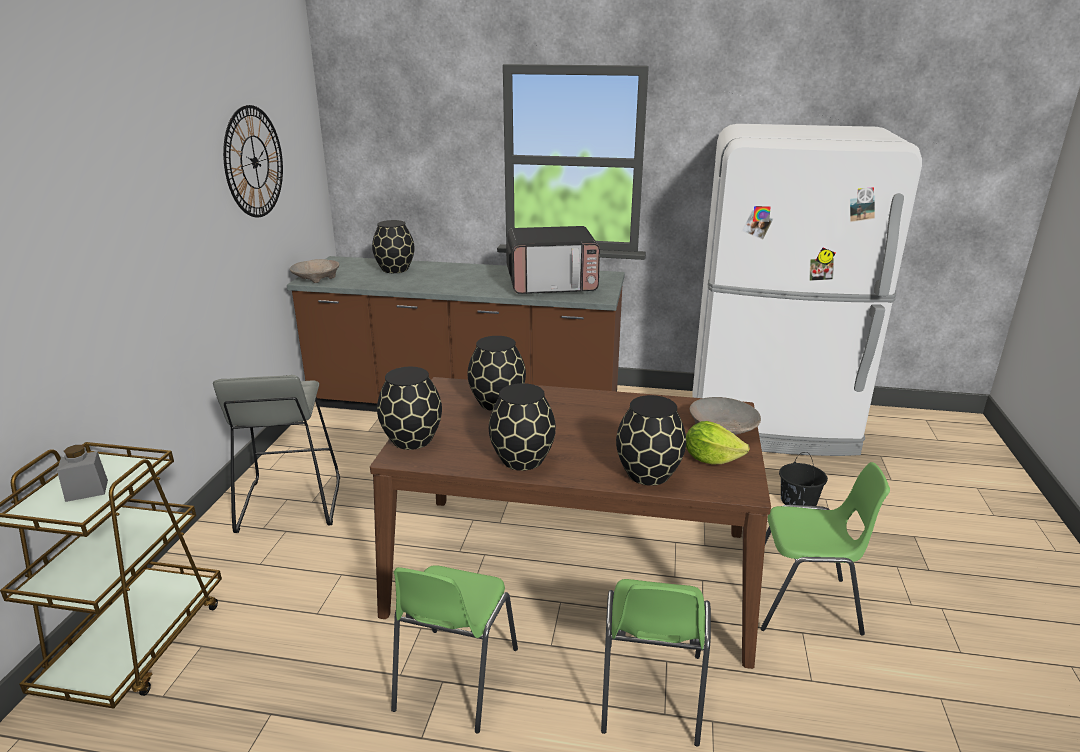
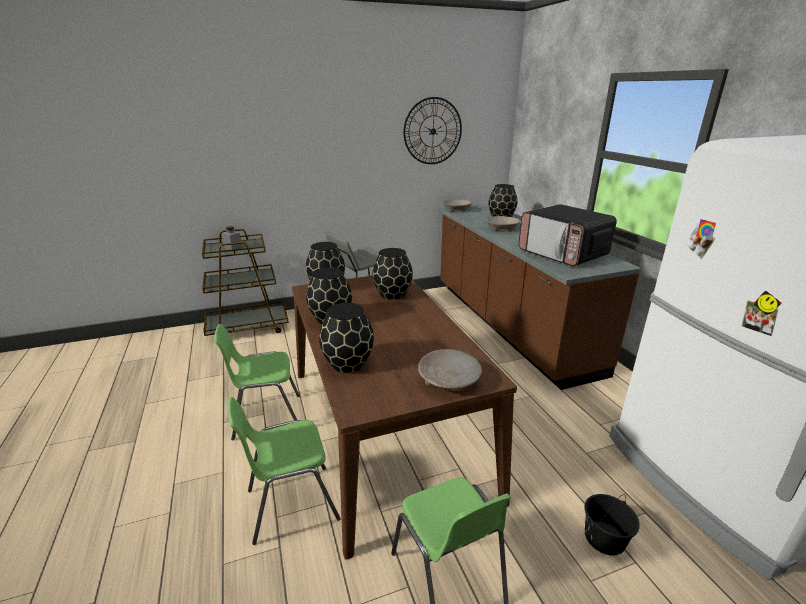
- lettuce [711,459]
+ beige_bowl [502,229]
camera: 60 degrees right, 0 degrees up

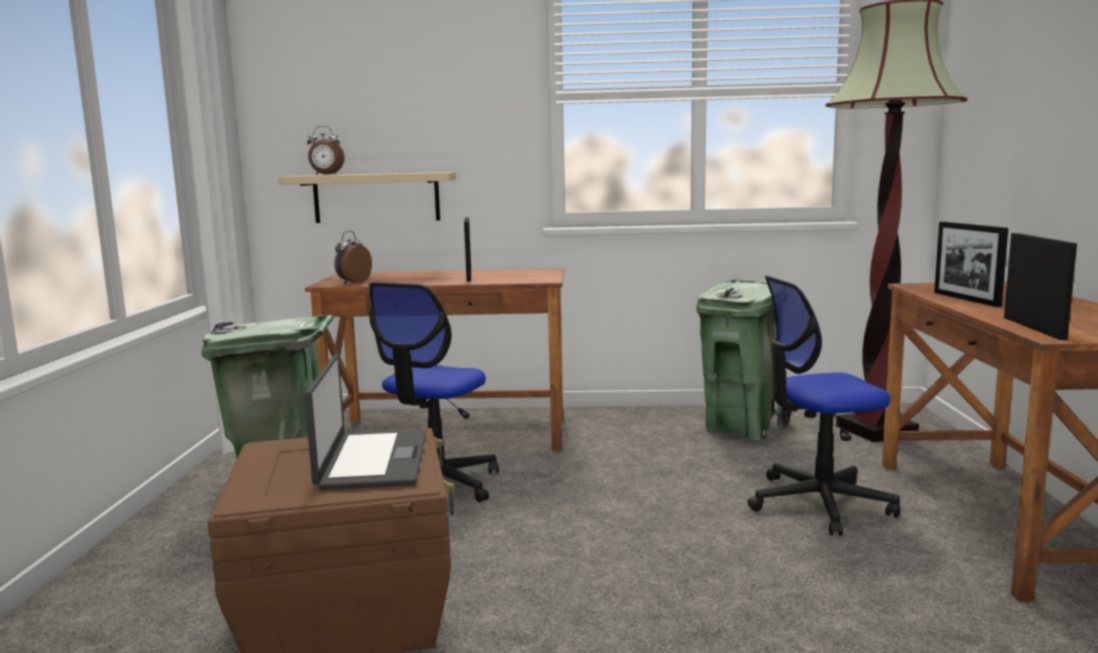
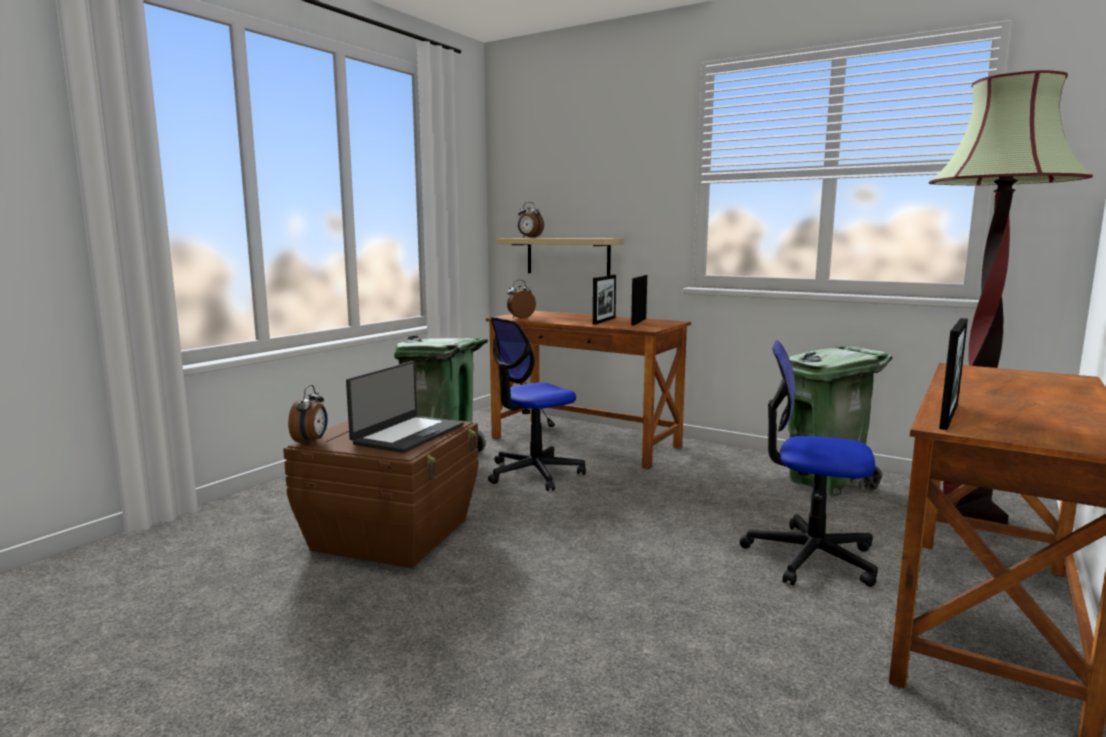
~ picture_frame [966,299] to [638,321]
+ alarm_clock [311,441]
camera: 30 degrees right, 0 degrees up

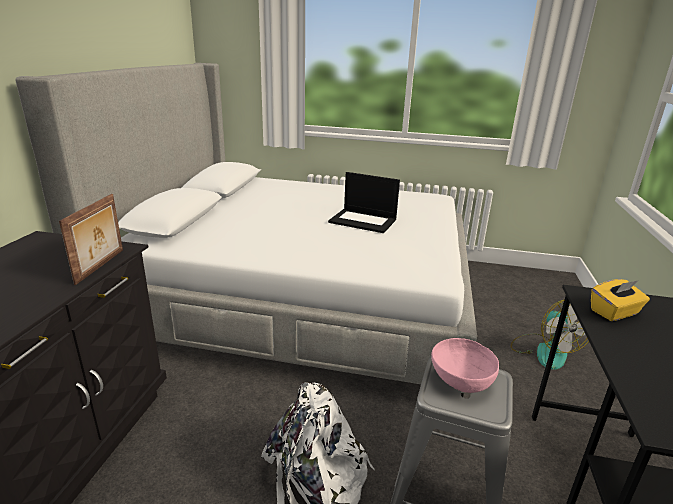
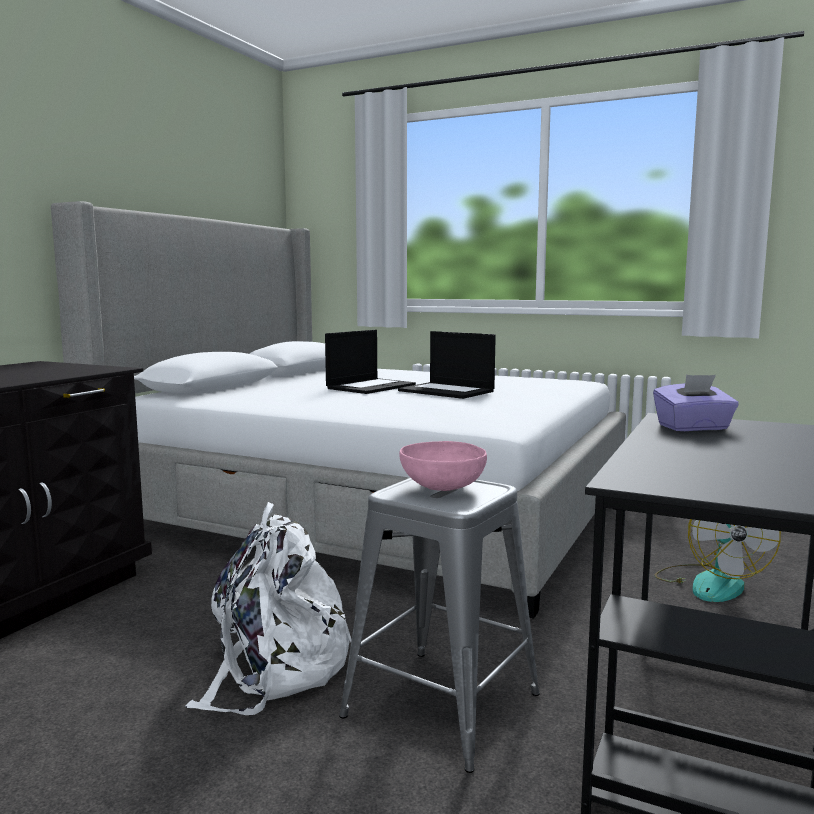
- picture_frame [101,266]
~ yellow_tissue_box [614,312] to purple_tissue_box [693,427]
+ laptop [371,386]
camera: 15 degrees right, 15 degrees down

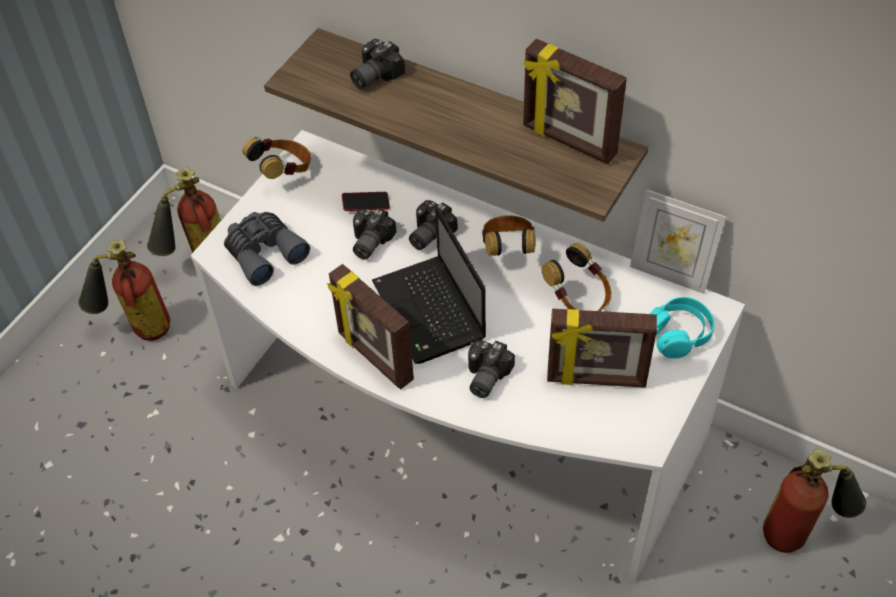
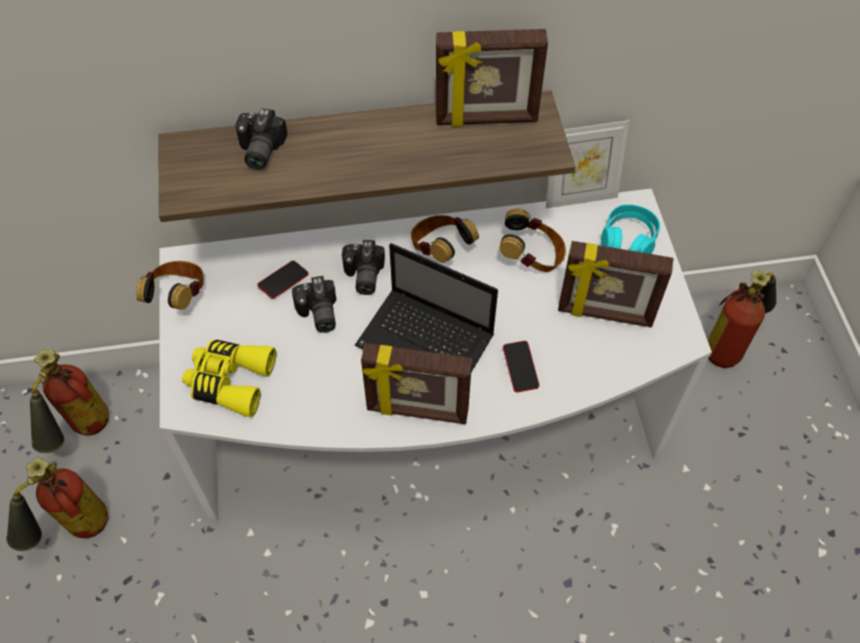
~ grey_binoculars [264,252] to yellow_binoculars [230,381]
~ picture_frame [596,379] = [605,314] 45 degrees clockwise
~ photo_camera [484,376] to phone [520,368]
camera: 40 degrees left, 5 degrees up

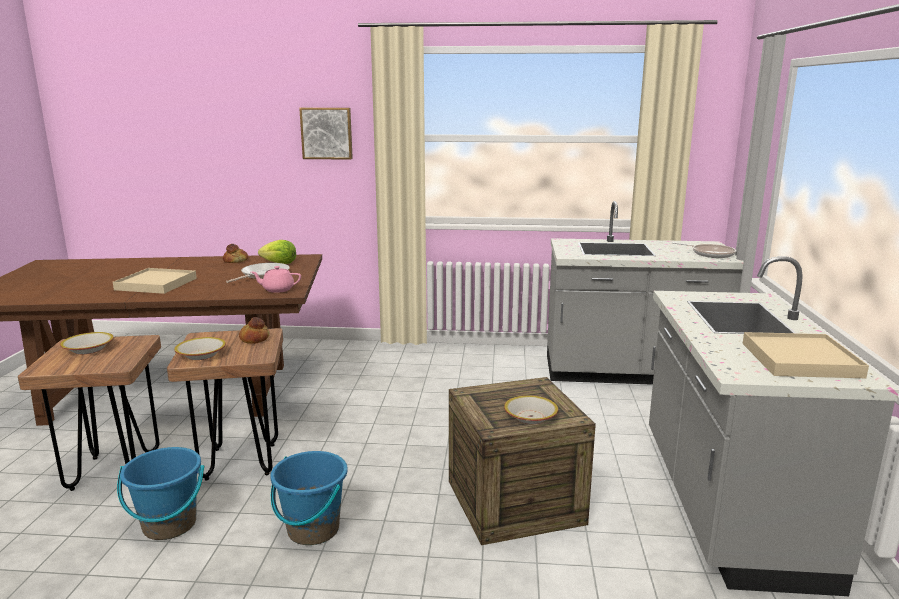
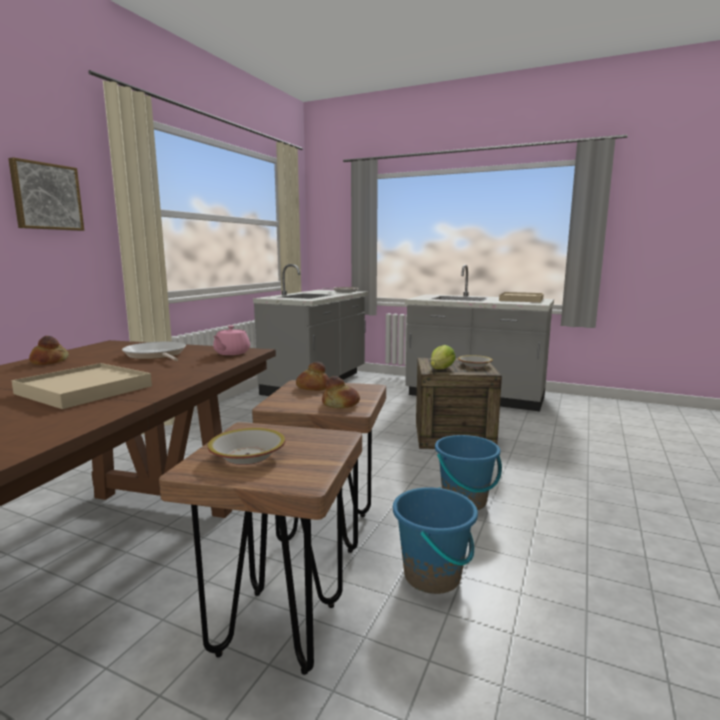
~ lettuce [279,263] to [441,369]
~ bowl [201,355] to bread [340,405]
camera: 70 degrees left, 5 degrees down

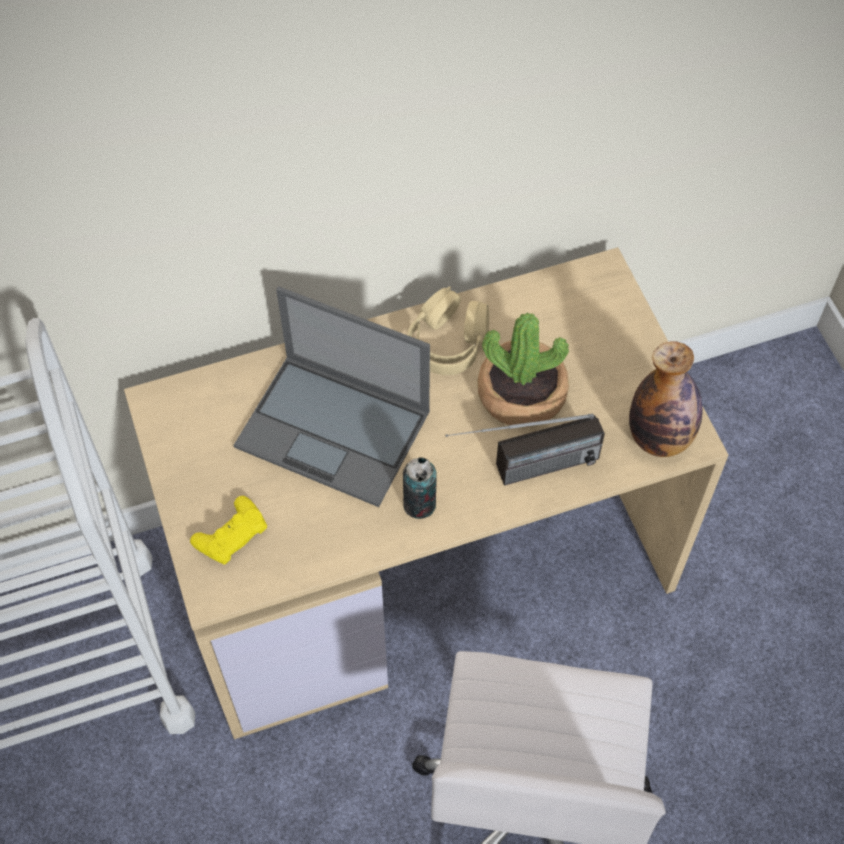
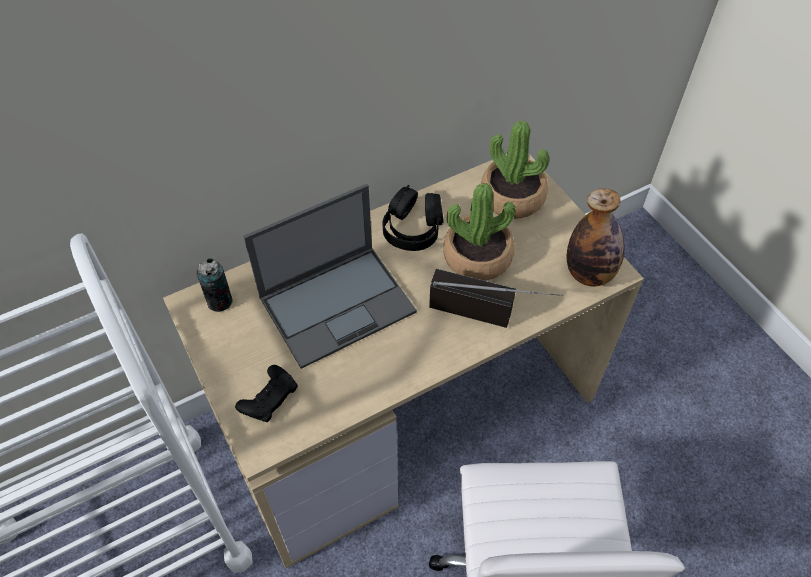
~ laptop [335,429] = [338,304] 45 degrees counterclockwise
~ beige_headphones [448,343] to black_headphones [413,229]
~ radio [522,472] = [492,313] 135 degrees counterclockwise
~ can [419,504] to [220,301]
~ yellow_game_controller [231,534] to black_game_controller [268,397]
+ potted_plant [512,197]
camera: 10 degrees left, 5 degrees down

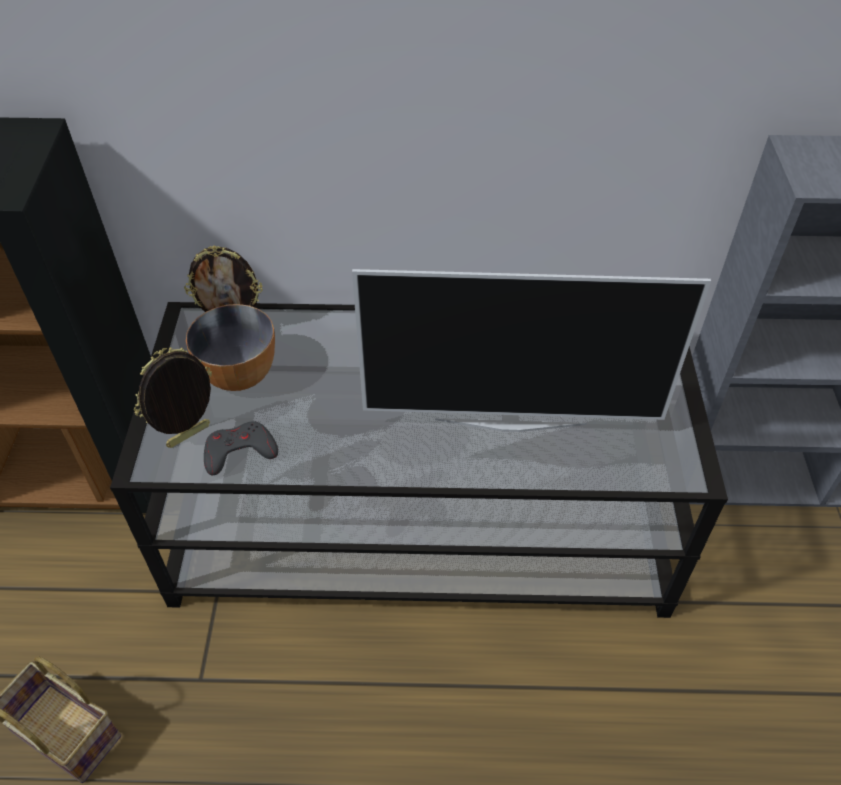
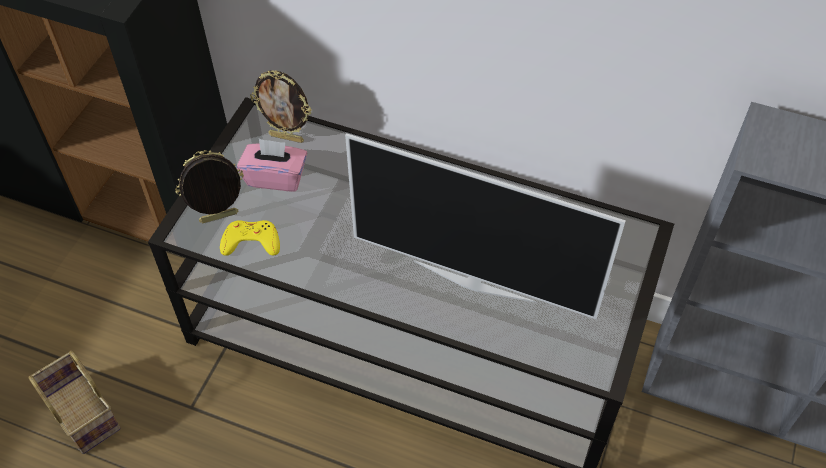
~ bowl [239,375] to pink_tissue_box [275,177]
~ grey_game_controller [239,452] to yellow_game_controller [251,242]
camera: 20 degrees right, 5 degrees up

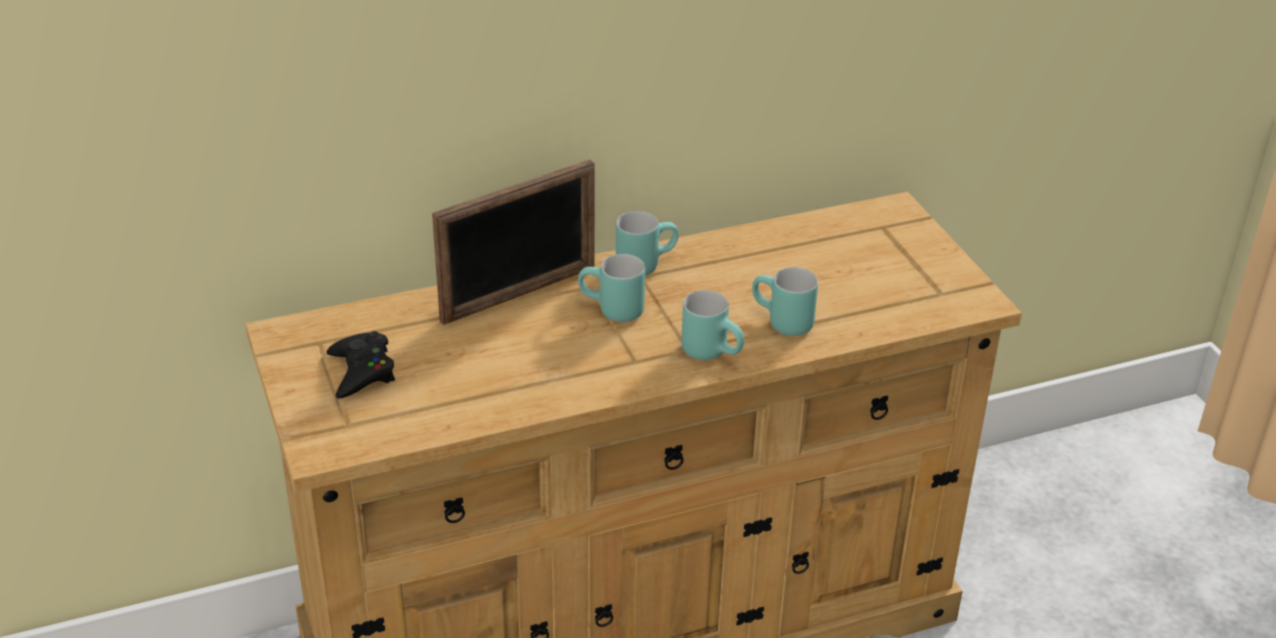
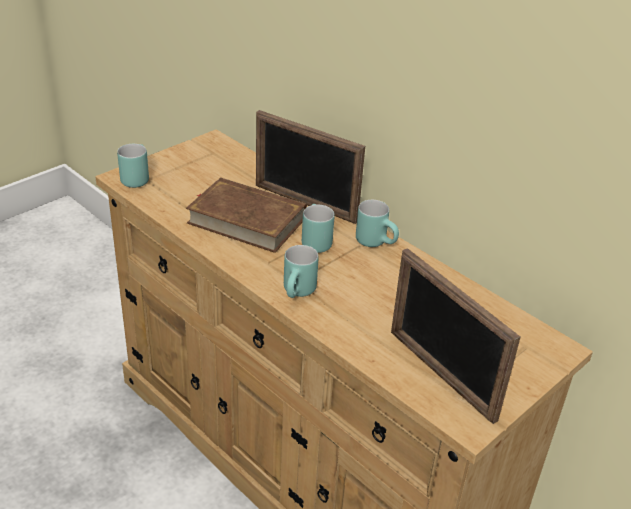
~ turquoise_mug [780,323] to [135,178]
- black_game_controller [362,371]
+ brown_book [246,220]
+ picture_frame [440,374]
camera: 65 degrees right, 0 degrees up

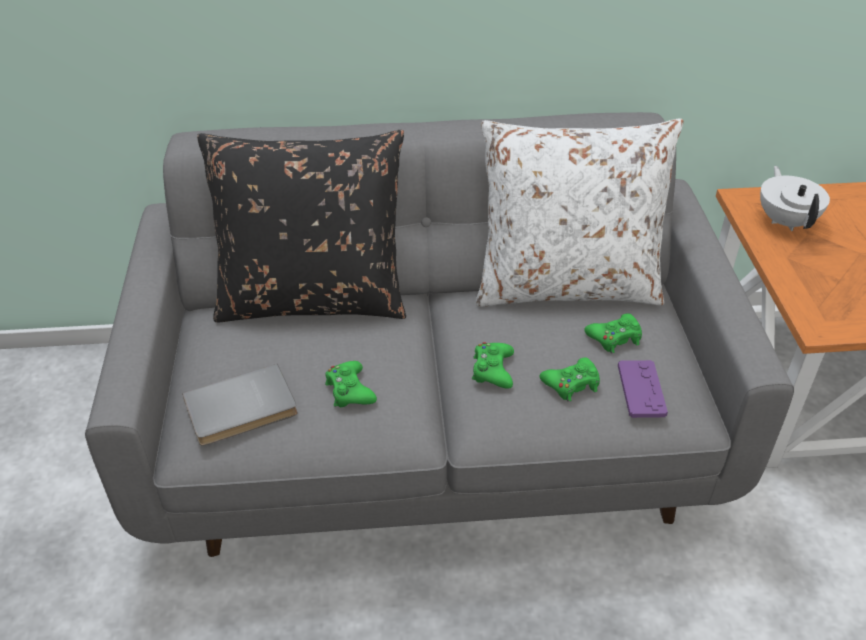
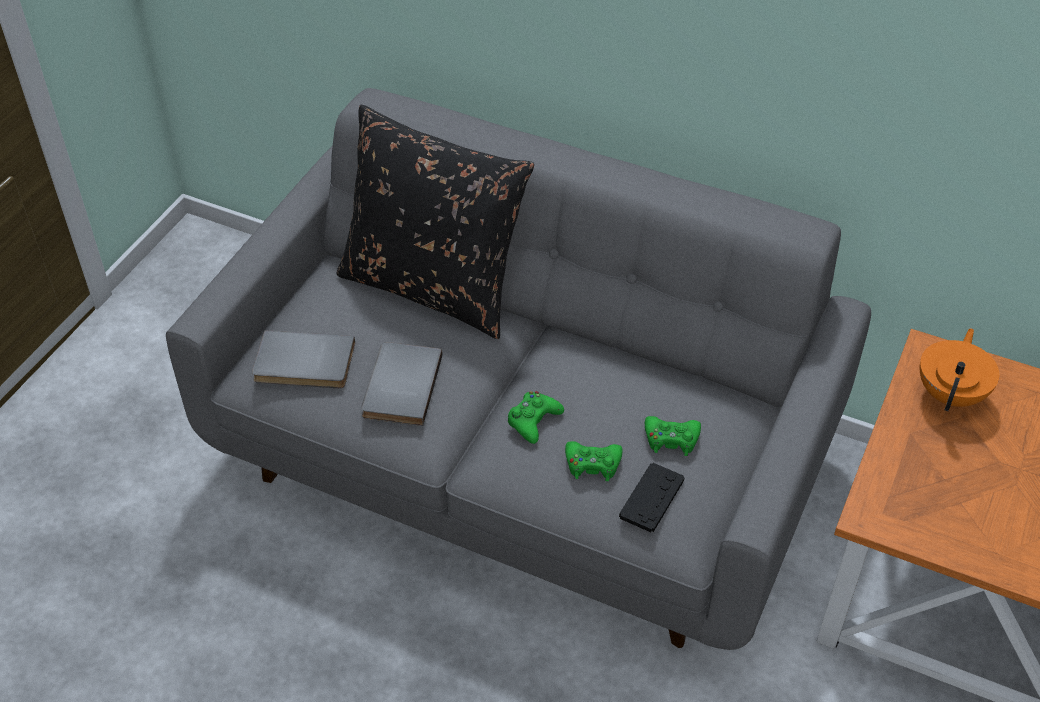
- white_pillow [566,284]
~ white_teapot [786,221] to orange_teapot [951,394]
~ purple_game_controller [641,390] to black_game_controller [651,498]
~ green_game_controller [349,391] to grey_book [399,386]
camera: 30 degrees right, 5 degrees up

